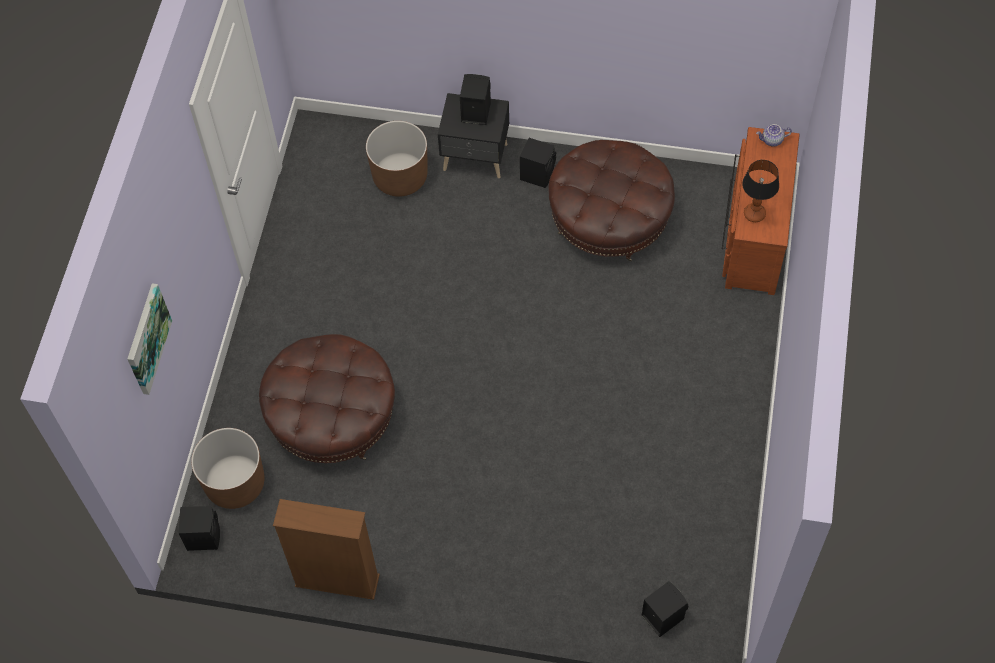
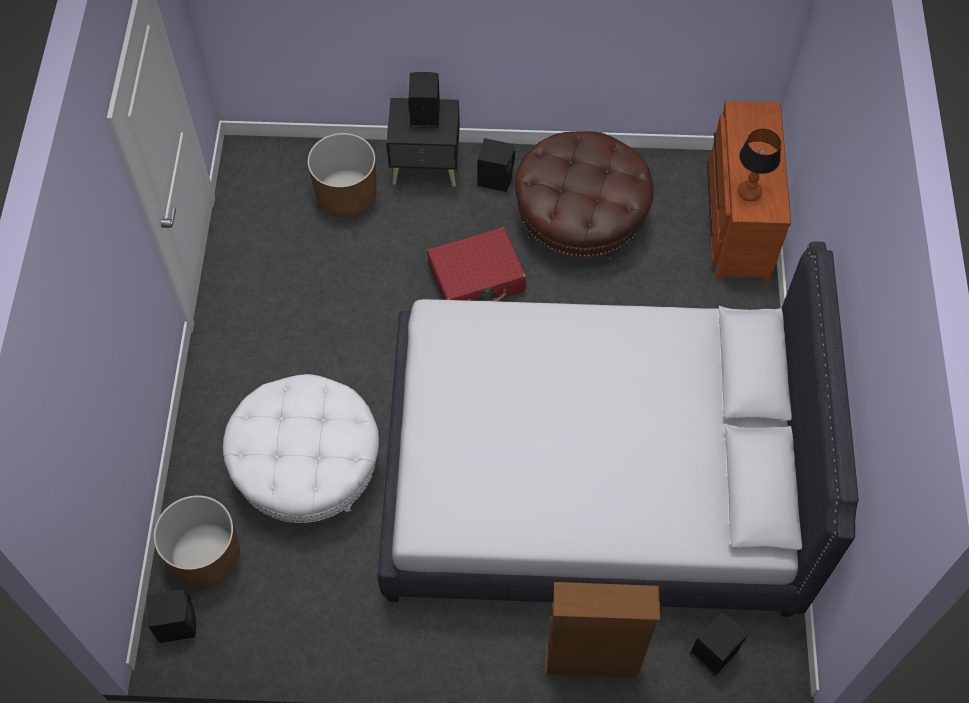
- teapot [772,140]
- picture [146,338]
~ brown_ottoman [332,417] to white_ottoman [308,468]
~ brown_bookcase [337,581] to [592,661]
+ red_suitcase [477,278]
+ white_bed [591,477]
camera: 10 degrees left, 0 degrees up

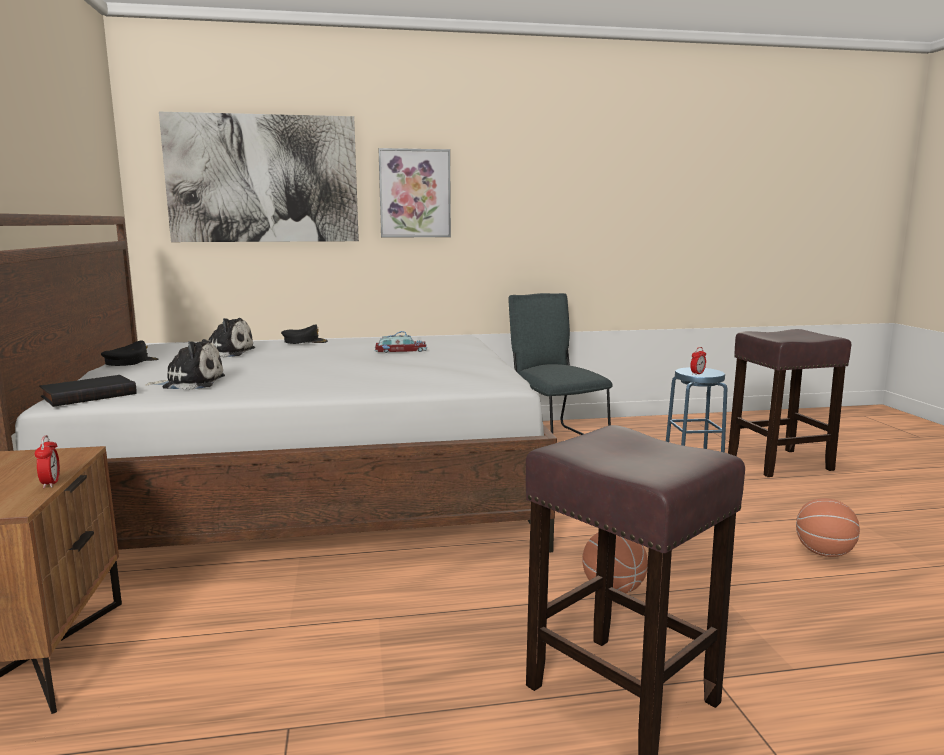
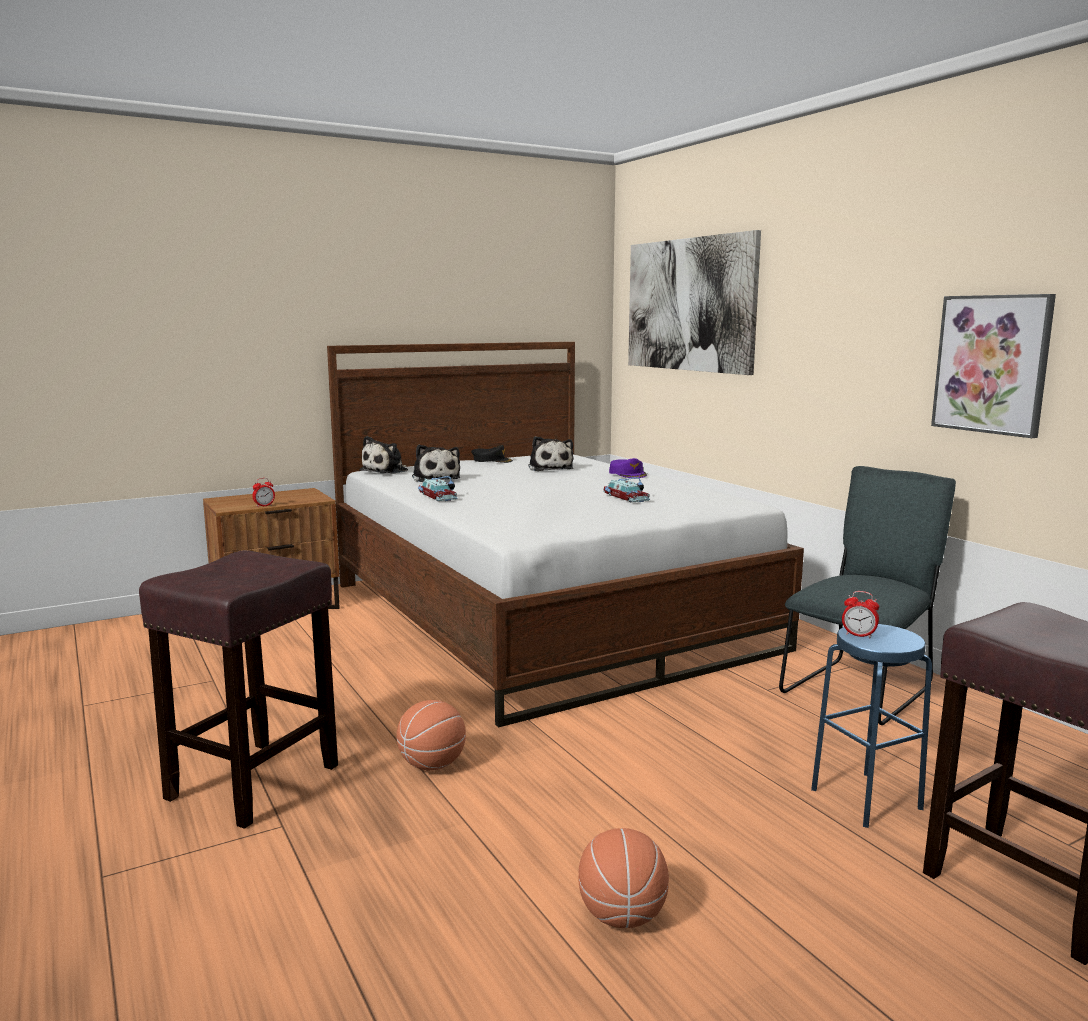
~ picture [415,193] to [992,364]
~ black_cap [305,341] to purple_cap [628,474]
~ black_book [89,395] to plush_toy [386,471]
+ toy_car [438,496]
camera: 70 degrees right, 0 degrees up

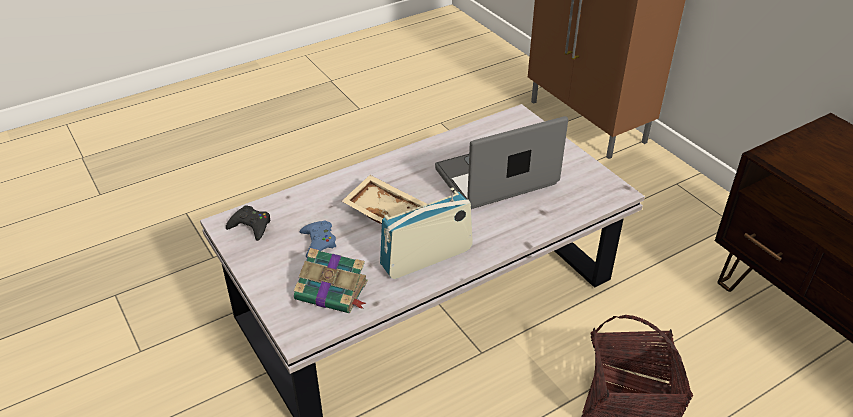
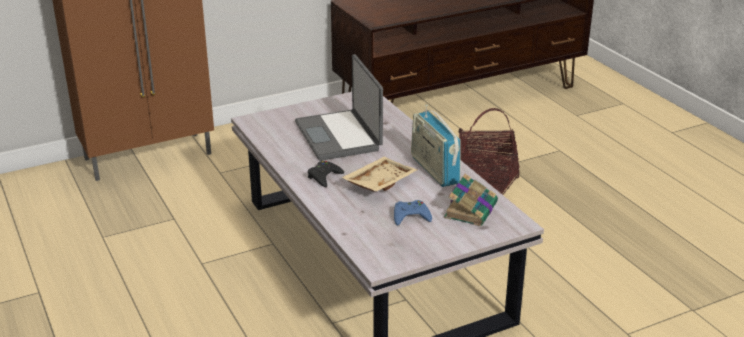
~ black_game_controller [251,226] to [324,177]
camera: 85 degrees left, 10 degrees down

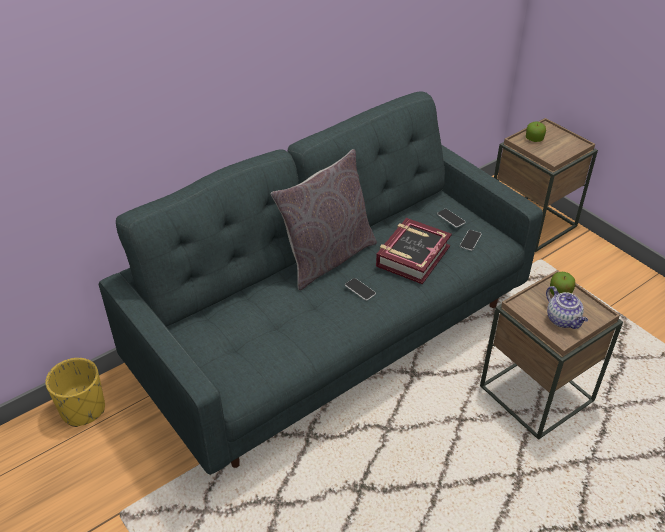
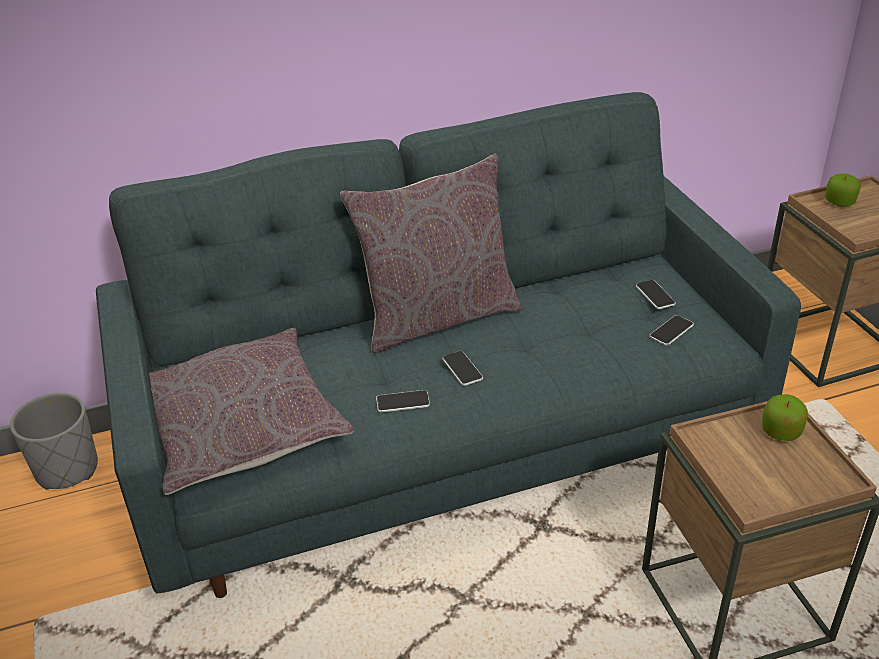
- book [412,256]
- teapot [563,320]
~ yellow_planter [83,409] to grey_planter [67,469]
+ grey_pillow [240,424]
+ phone [403,402]
camera: 20 degrees right, 5 degrees down

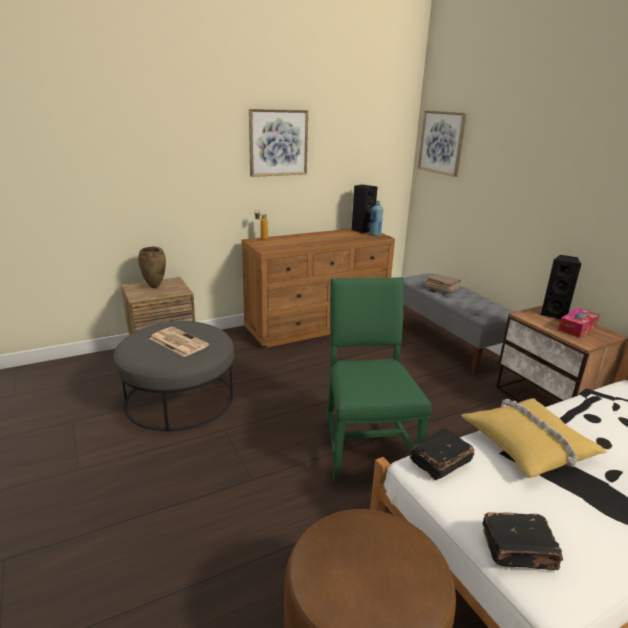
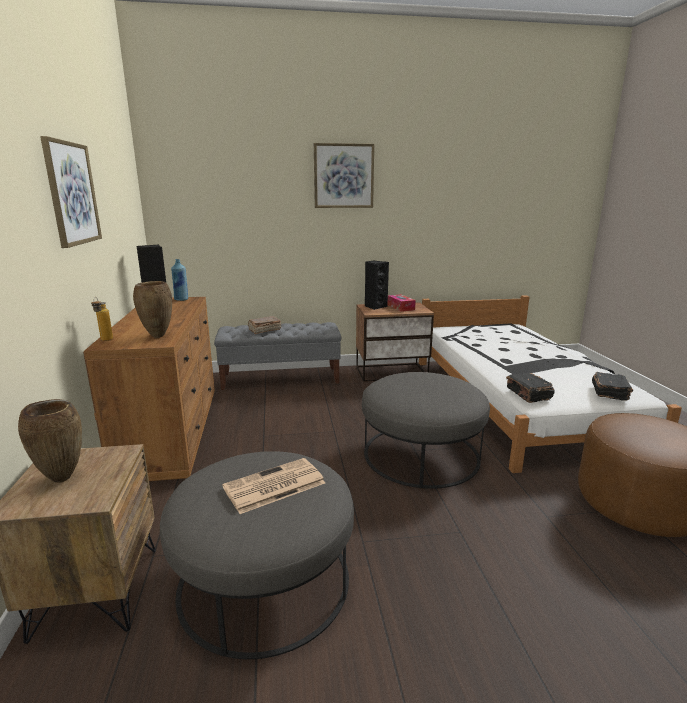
~ picture [441,142] to [343,176]
~ green_chair [365,445] to grey_ottoman [421,454]
- yellow_pillow [528,444]
+ brown_vase [157,336]
camera: 70 degrees left, 5 degrees down

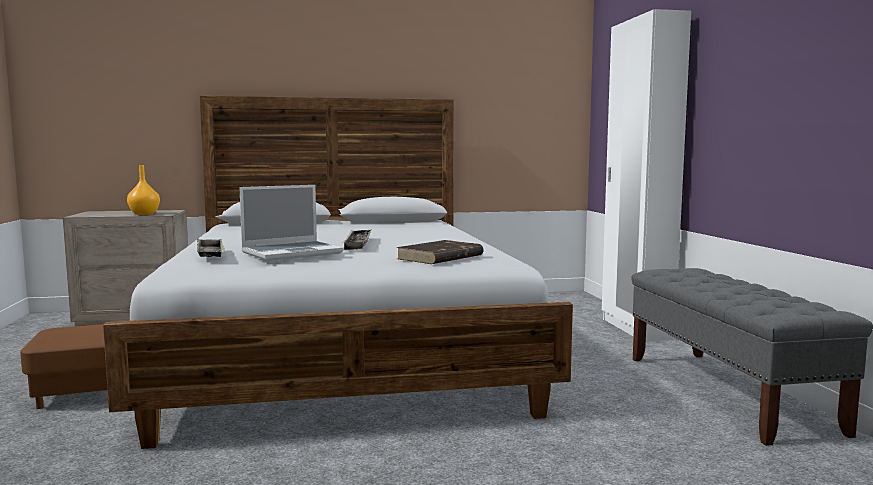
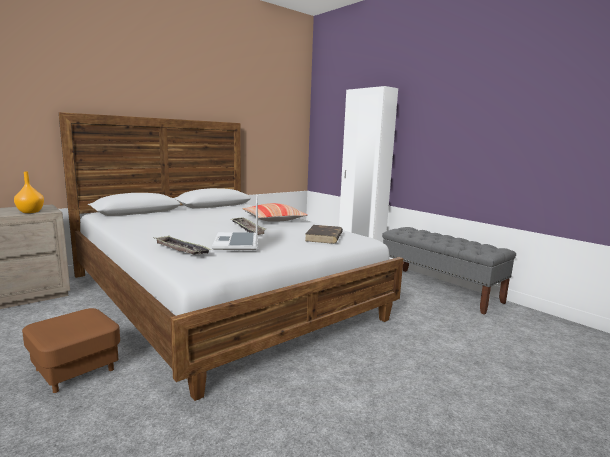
~ laptop [293,253] = [237,243] 150 degrees clockwise
+ pillow [273,219]
camera: 30 degrees left, 5 degrees up

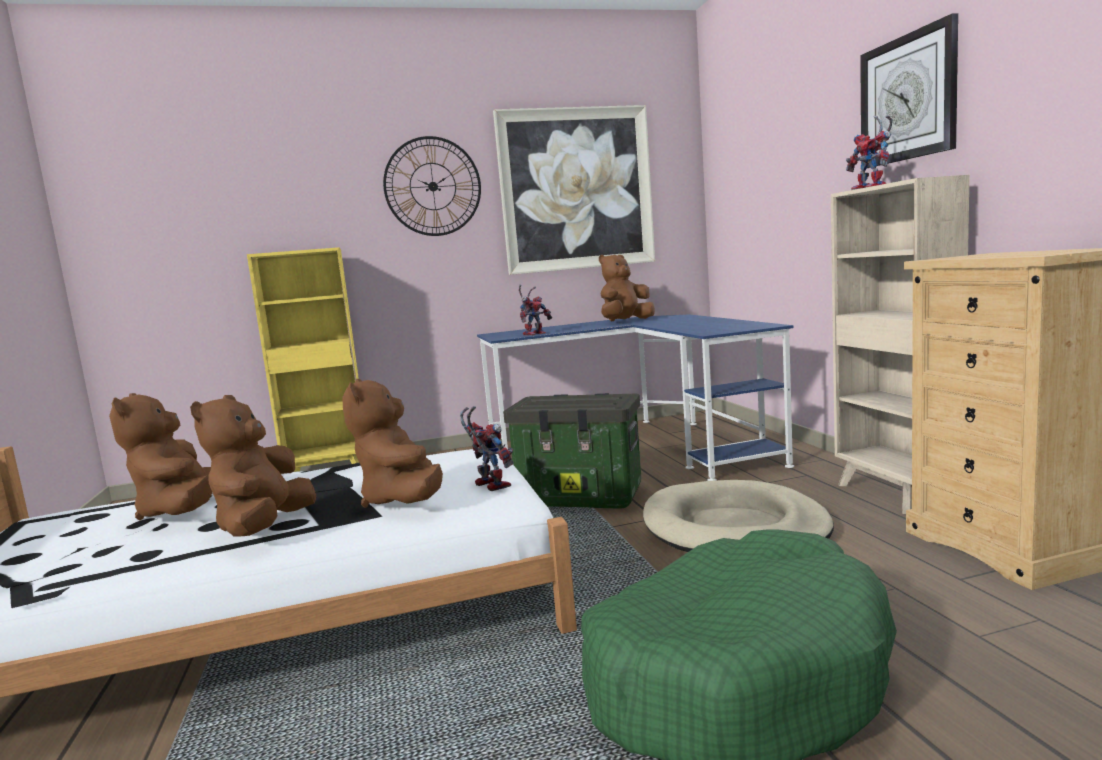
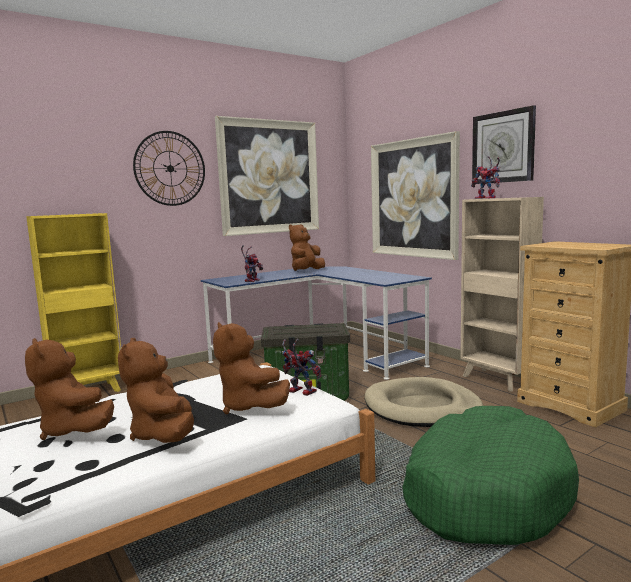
+ picture [413,198]
camera: 20 degrees left, 0 degrees up

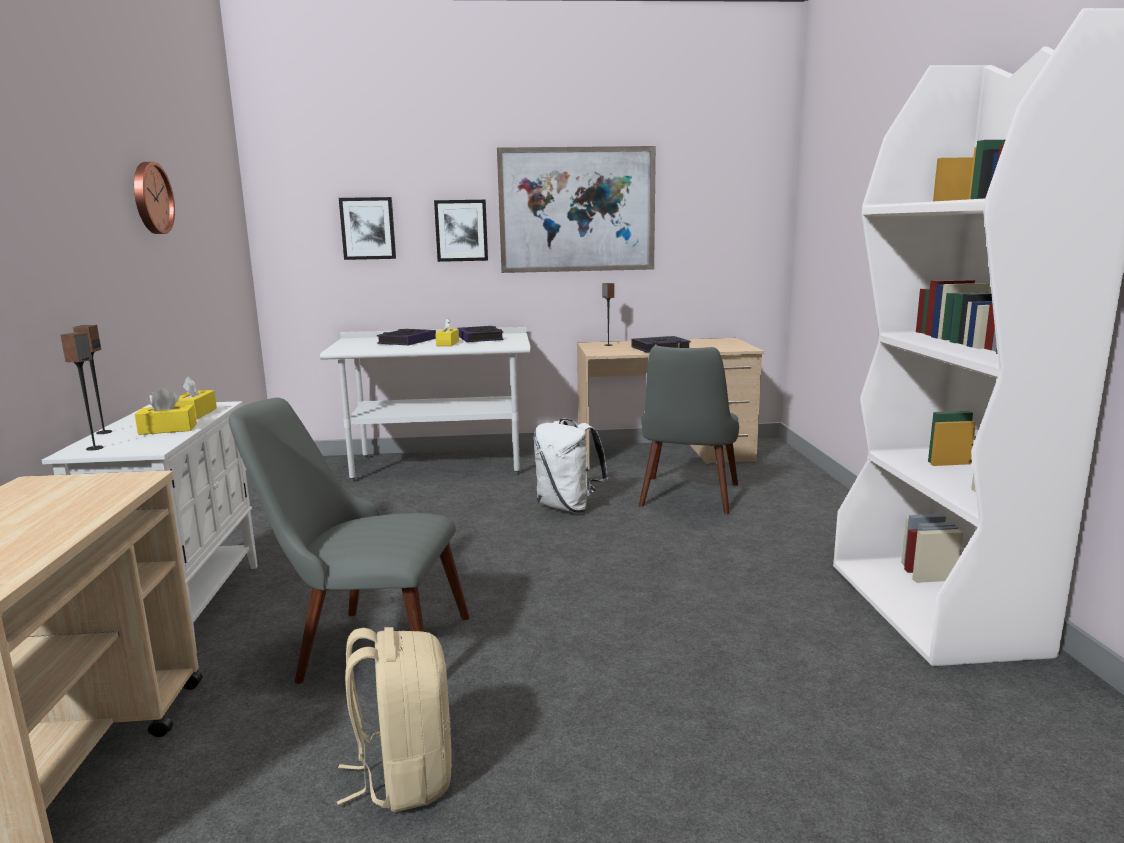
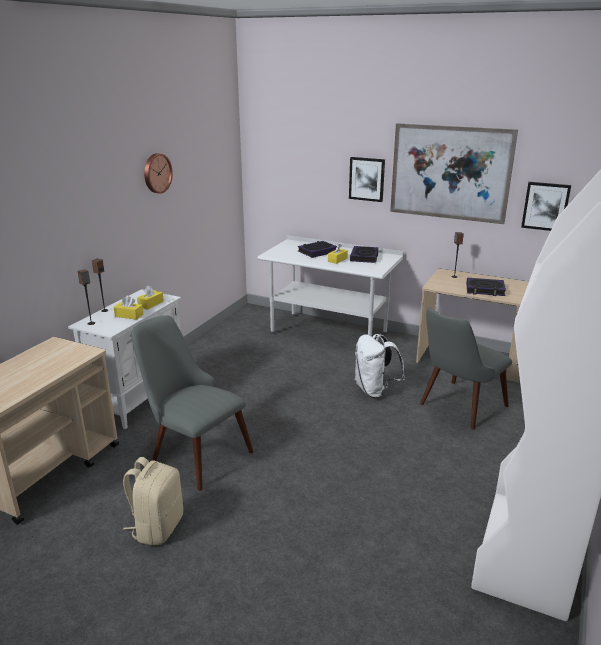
~ picture [368,228] to [545,206]
camera: 30 degrees right, 10 degrees up

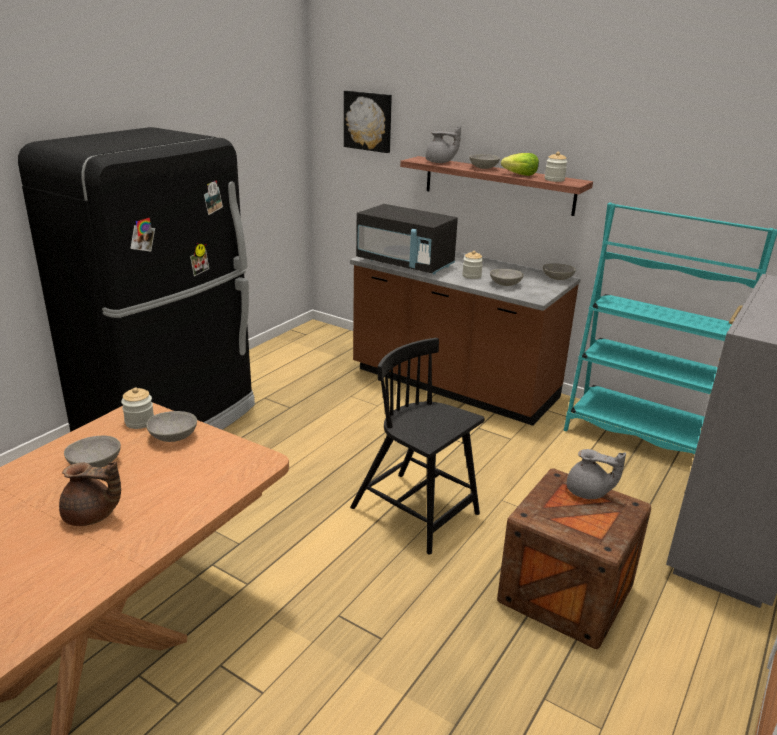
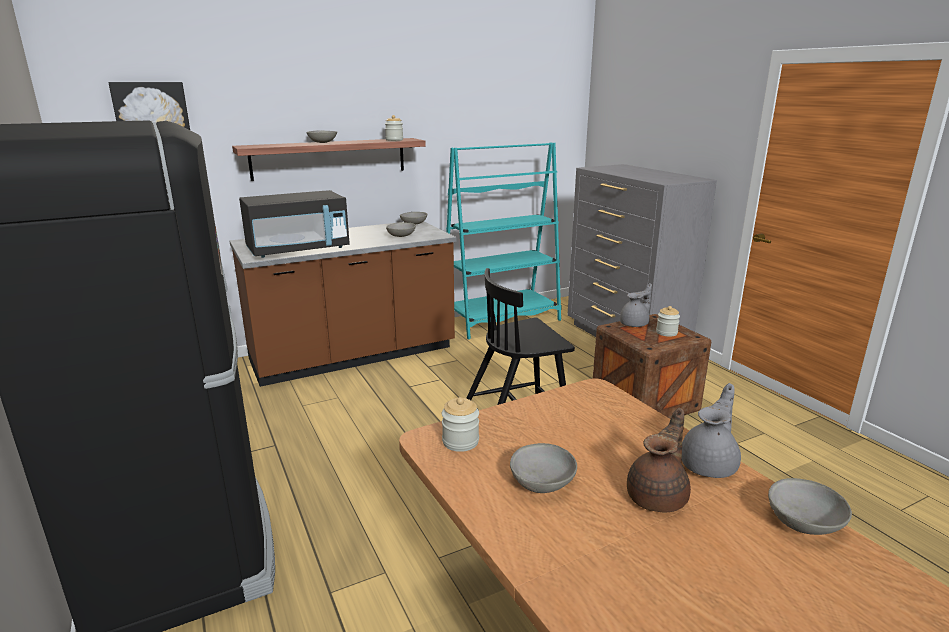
~ grey_teapot [440,162] to [710,465]
- lettuce [520,175]
~ jar [471,276] to [666,332]
~ grey_bowl [173,437] to [804,523]
camera: 60 degrees left, 5 degrees down

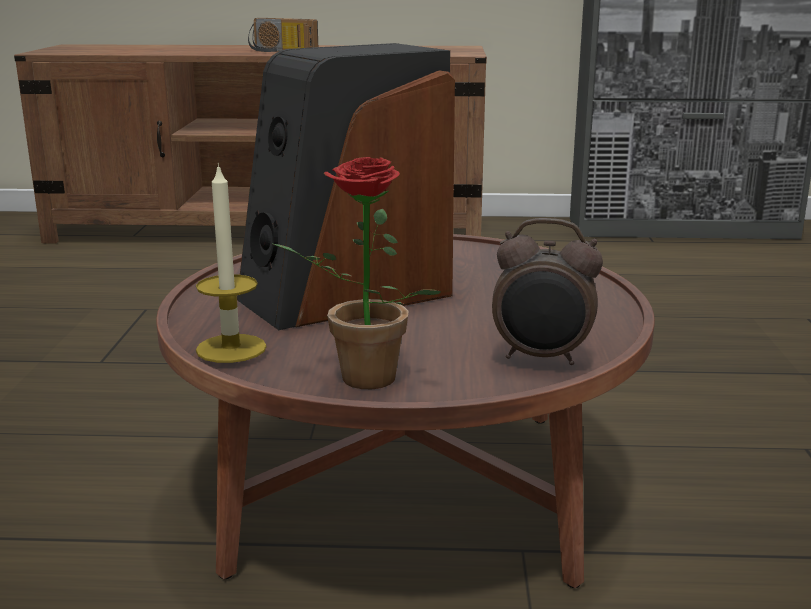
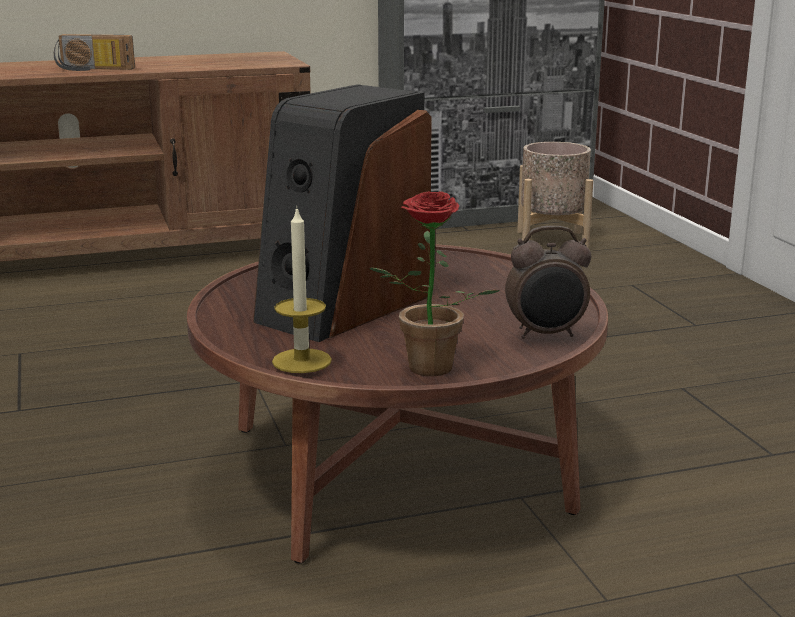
+ beige_planter [552,240]
camera: 20 degrees left, 0 degrees up

